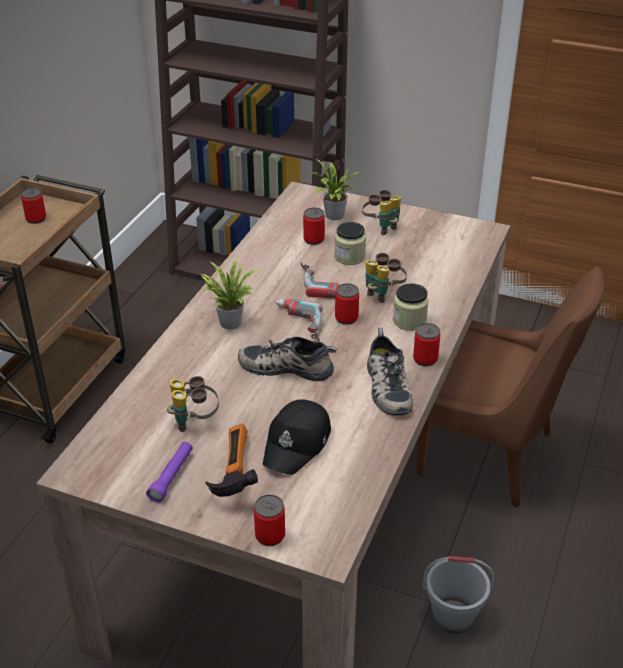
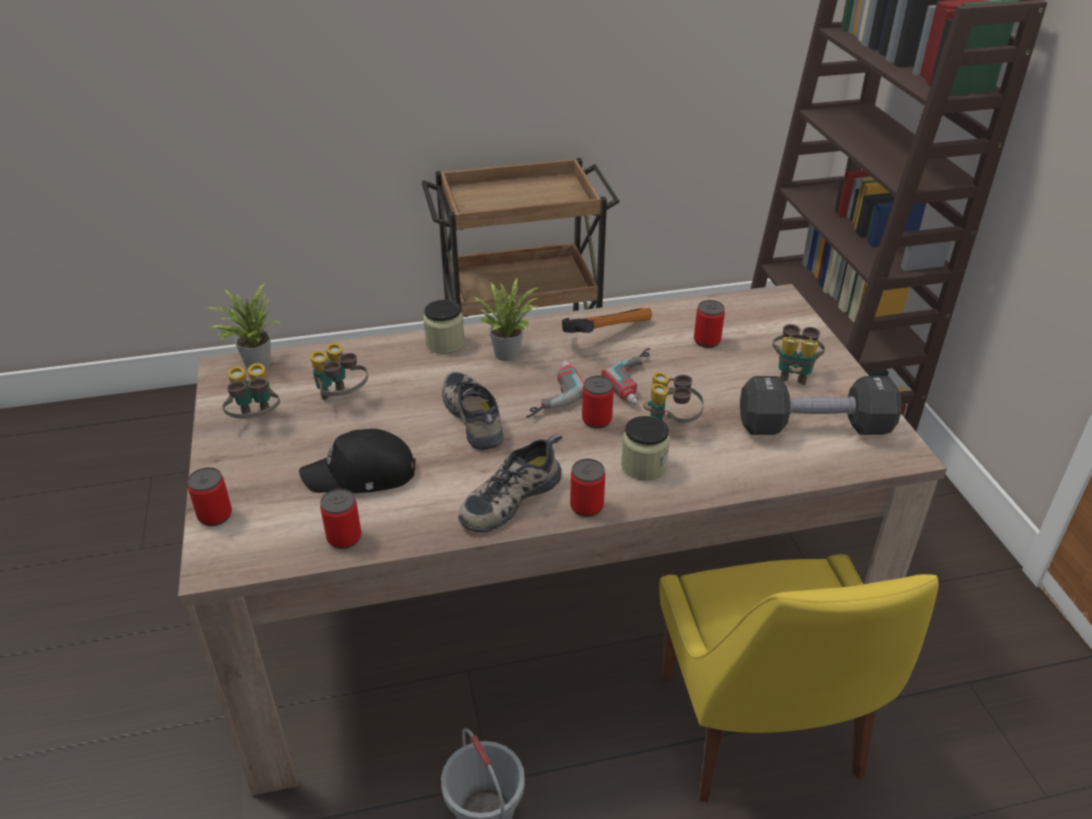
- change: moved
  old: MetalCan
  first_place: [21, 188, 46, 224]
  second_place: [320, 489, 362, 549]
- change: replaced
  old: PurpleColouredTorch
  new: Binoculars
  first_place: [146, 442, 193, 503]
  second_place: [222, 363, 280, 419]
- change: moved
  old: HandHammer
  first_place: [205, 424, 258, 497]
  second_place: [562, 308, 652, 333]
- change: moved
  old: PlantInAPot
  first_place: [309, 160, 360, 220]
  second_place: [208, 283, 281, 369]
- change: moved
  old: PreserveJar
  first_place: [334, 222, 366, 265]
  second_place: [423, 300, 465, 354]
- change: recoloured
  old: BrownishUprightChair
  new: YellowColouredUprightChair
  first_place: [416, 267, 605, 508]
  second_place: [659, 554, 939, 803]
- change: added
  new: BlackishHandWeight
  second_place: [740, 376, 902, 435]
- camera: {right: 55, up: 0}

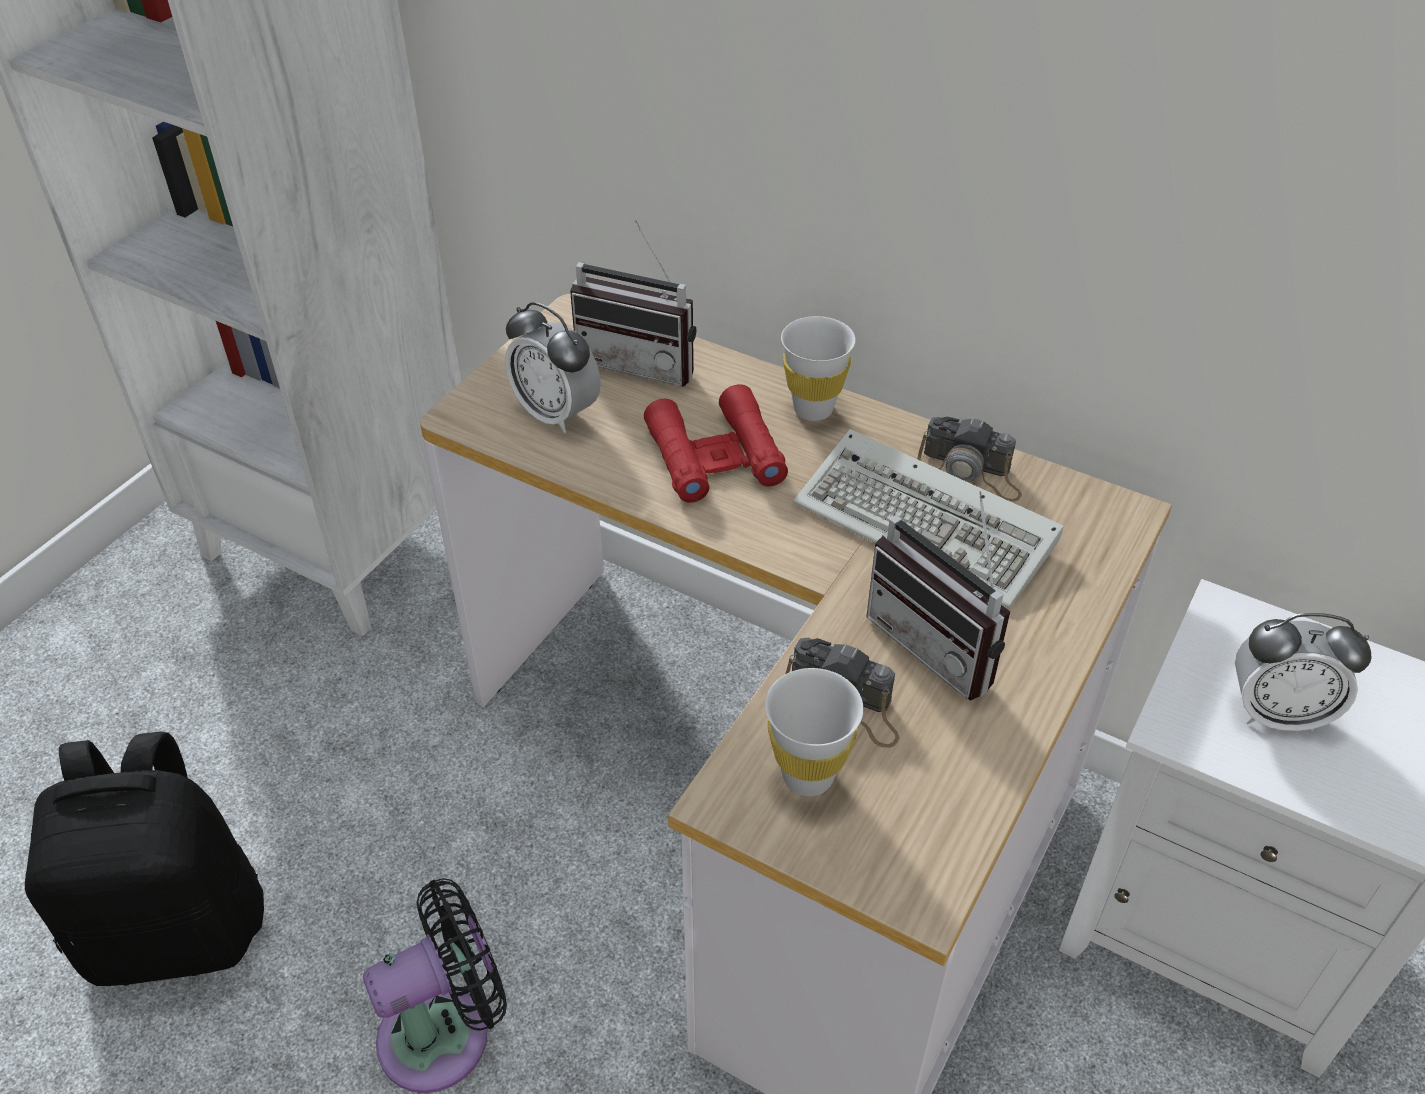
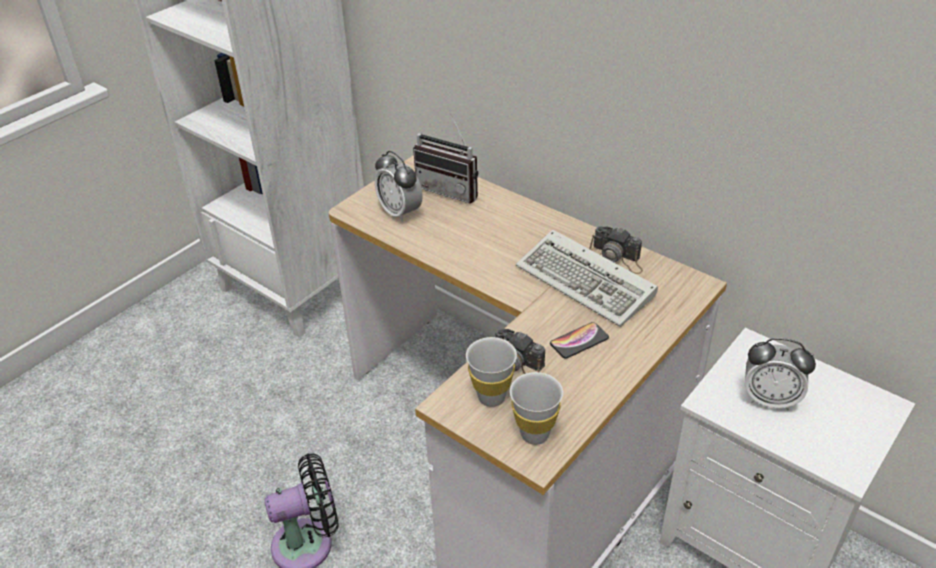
- change: removed
  old: BlackishKnapsack
  first_place: [25, 732, 264, 986]
- change: removed
  old: RedColouredBinoculars
  first_place: [644, 384, 788, 503]
- change: moved
  old: WhiteColouredDrinkingCup
  first_place: [781, 316, 856, 421]
  second_place: [510, 372, 563, 445]
- change: replaced
  old: RadioReceiver
  new: Handset
  first_place: [867, 491, 1011, 701]
  second_place: [550, 322, 609, 359]
- camera: {right: 10, up: -5}

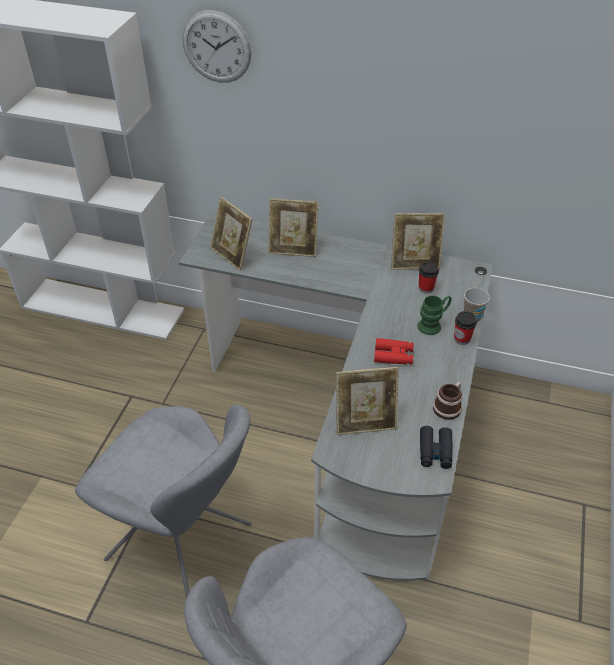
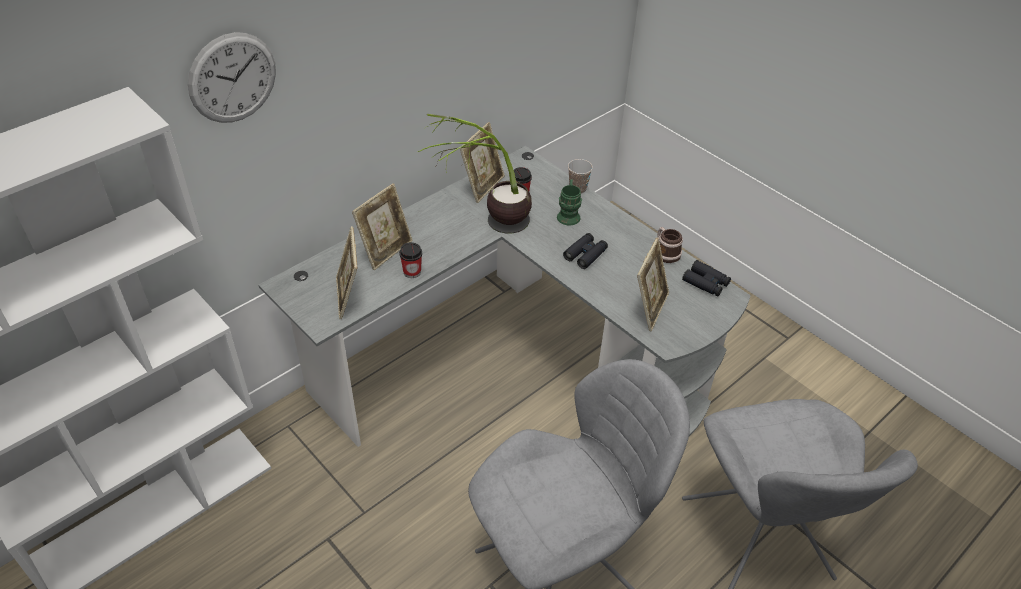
- change: turned
  old: StandingFrame
  first_place: [210, 197, 253, 271]
  second_place: [336, 226, 357, 319]
  degrees: 90
- change: recoloured
  old: RedColouredBinoculars
  new: BlackishBinoculars
  first_place: [374, 338, 414, 365]
  second_place: [563, 233, 608, 269]
- change: moved
  old: DrinkingCup
  first_place: [454, 311, 477, 345]
  second_place: [399, 242, 422, 278]
- change: added
  new: PlantInAPot
  second_place: [418, 114, 532, 233]
- camera: {right: -60, up: 0}

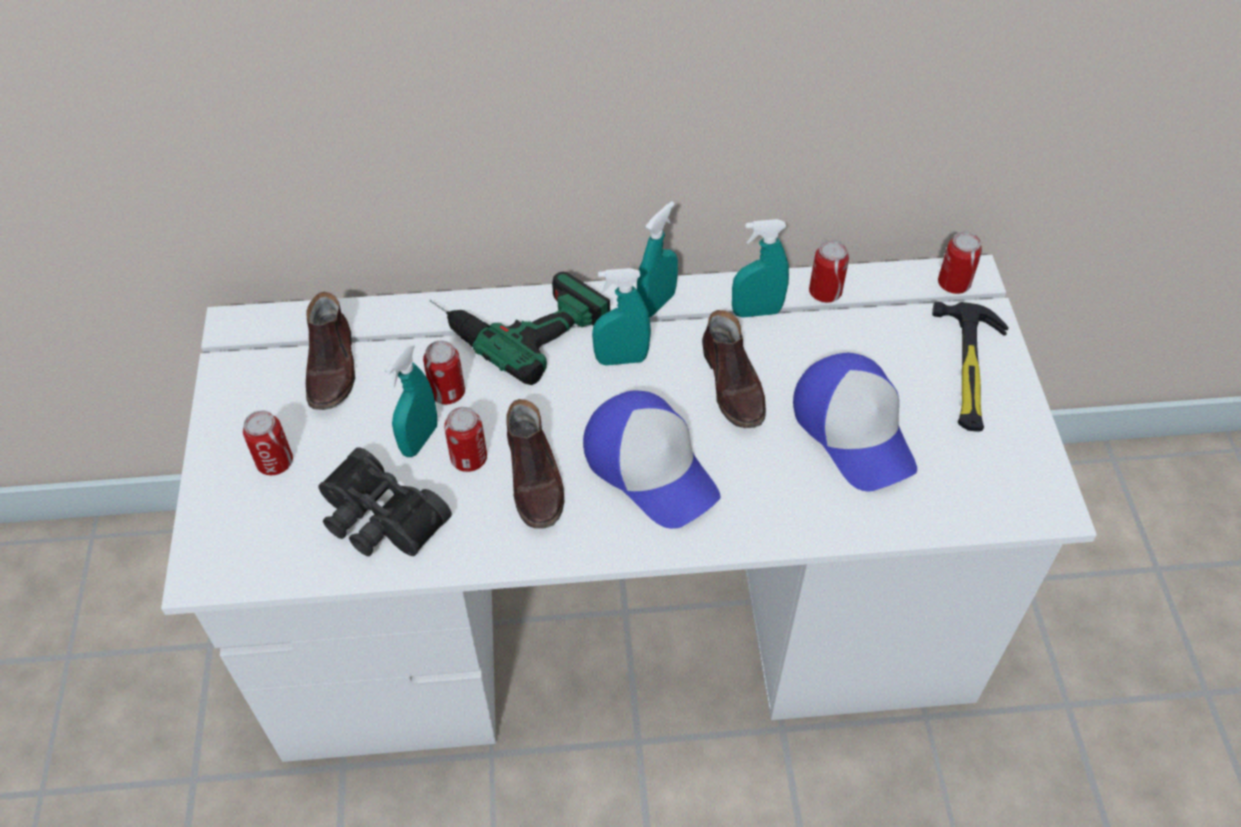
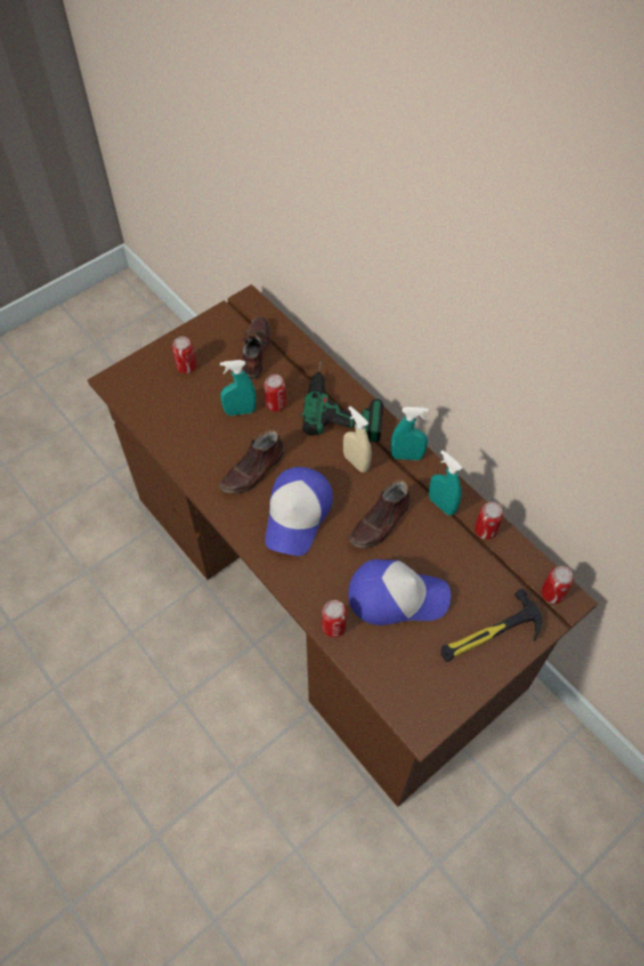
- change: recoloured
  old: WhiteColouredDesk
  new: BrownishDesk
  first_place: [161, 255, 1097, 762]
  second_place: [87, 284, 598, 807]
- change: turned
  old: BrownishLowShoe
  first_place: [306, 292, 355, 410]
  second_place: [242, 316, 270, 380]
  degrees: 135
- change: removed
  old: BlackishBinoculars
  first_place: [318, 447, 452, 556]
- change: moved
  old: MetalCan
  first_place: [444, 407, 487, 472]
  second_place: [322, 600, 347, 638]
- change: recoloured
  old: TurquoiseSprayBottle
  new: BeigeSprayBottle
  first_place: [592, 268, 651, 366]
  second_place: [343, 406, 371, 472]
- change: turned
  old: PeakedCap
  first_place: [793, 353, 917, 491]
  second_place: [348, 559, 451, 625]
  degrees: -120
- camera: {right: 55, up: 5}

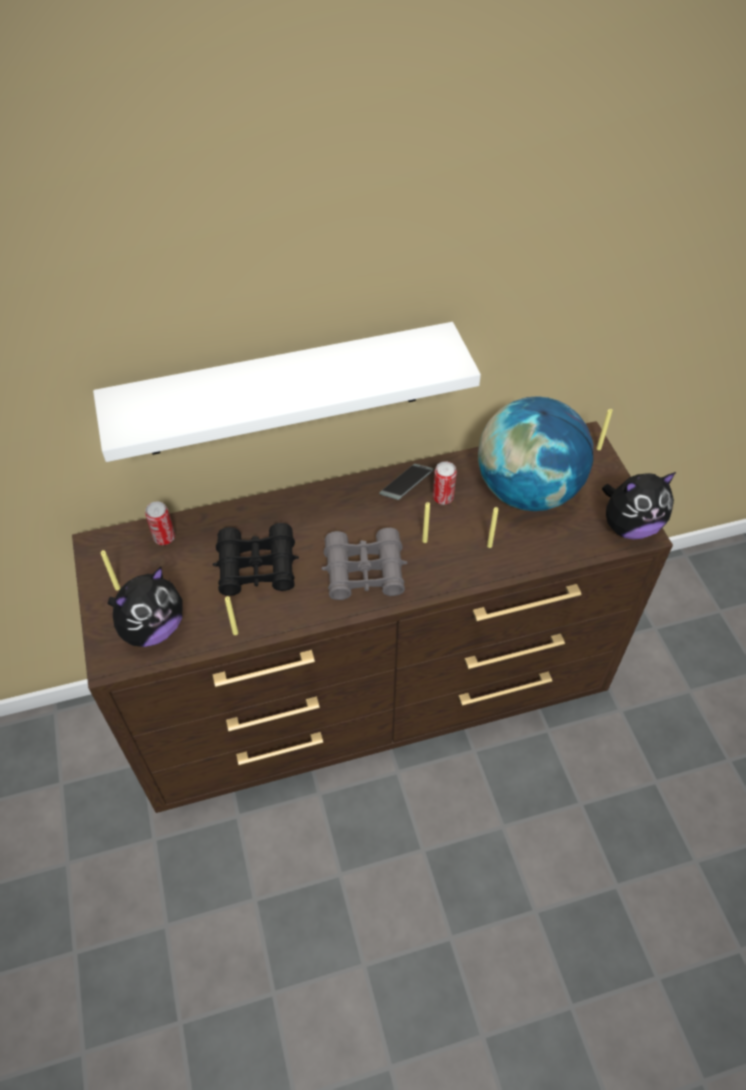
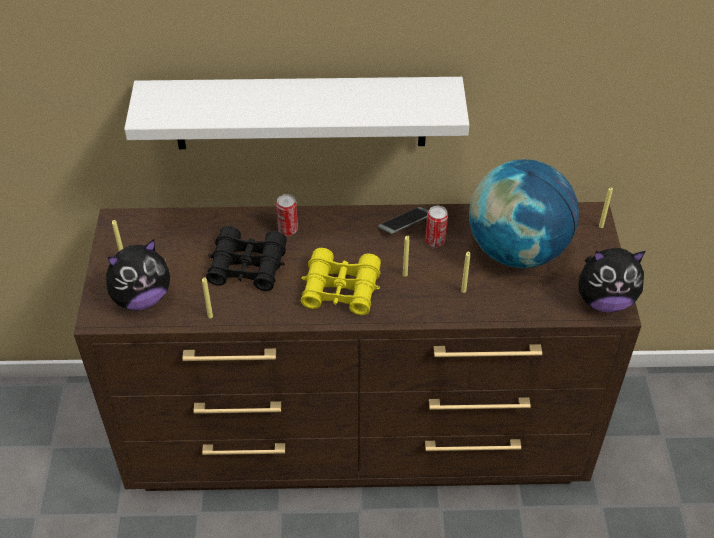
- change: moved
  old: MetalCan
  first_place: [145, 501, 175, 545]
  second_place: [276, 194, 298, 236]
- change: recoloured
  old: GreyishBinoculars
  new: YellowColouredBinoculars
  first_place: [321, 528, 407, 600]
  second_place: [301, 248, 381, 315]
- camera: {right: 15, up: -5}

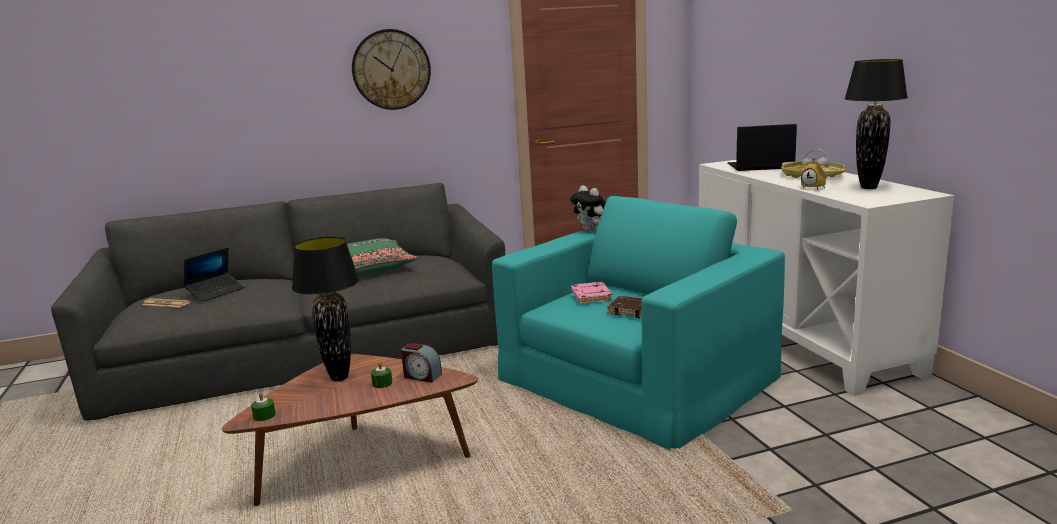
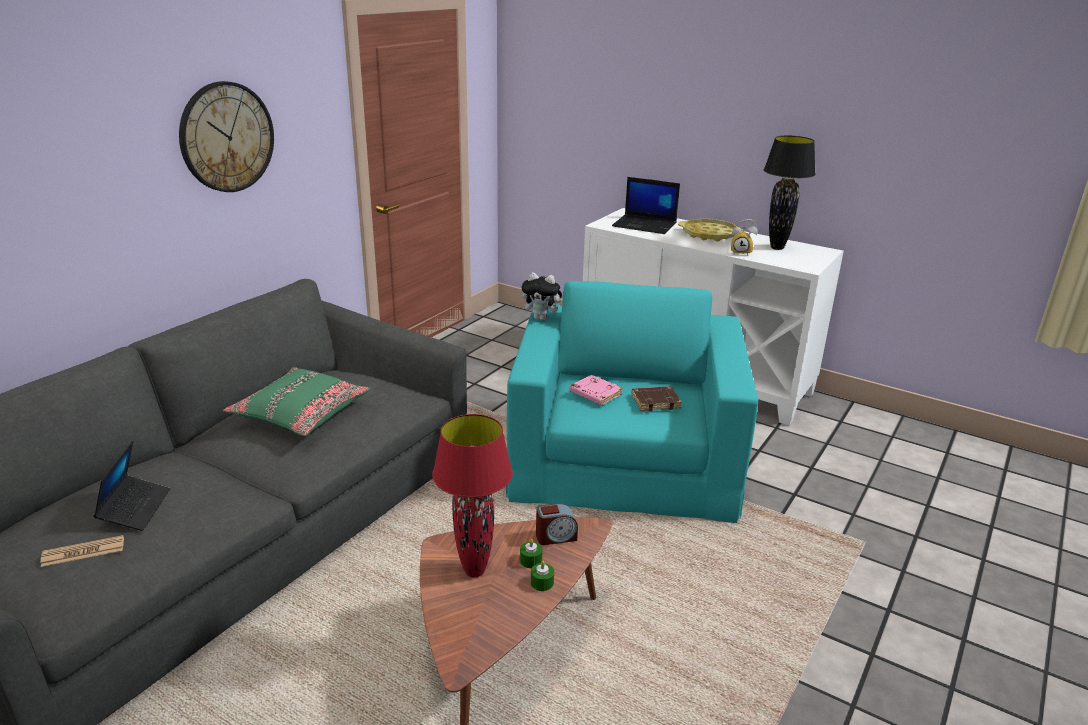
- change: moved
  old: GreenishWaxLight
  first_place: [251, 393, 276, 421]
  second_place: [531, 561, 554, 591]
- change: recoloured
  old: BlackishTabletopLamp
  new: RedColouredTabletopLamp
  first_place: [292, 237, 359, 381]
  second_place: [432, 414, 513, 578]
- change: turned
  old: Laptop
  first_place: [727, 124, 797, 171]
  second_place: [612, 177, 680, 234]
  degrees: -120
- camera: {right: -40, up: 10}

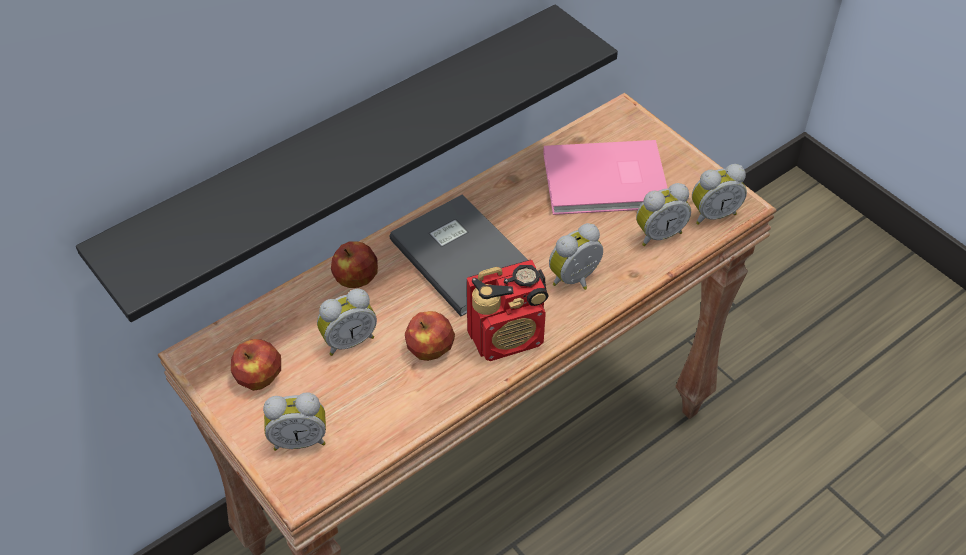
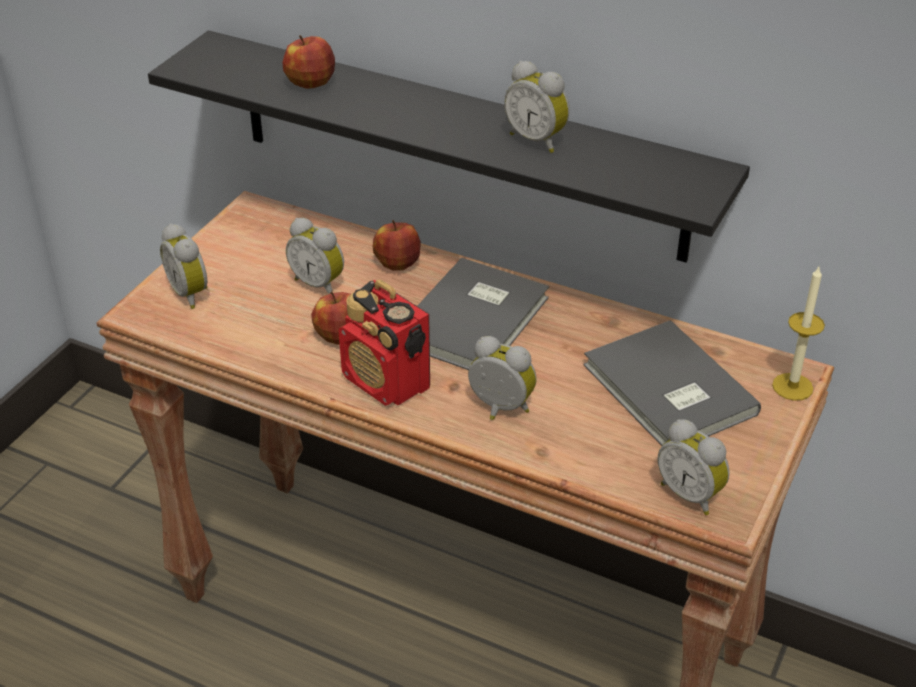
- change: moved
  old: Apple
  first_place: [231, 339, 281, 391]
  second_place: [282, 35, 335, 89]
- change: recoloured
  old: PinkColouredBook
  new: GreyishBook
  first_place: [544, 140, 668, 215]
  second_place: [583, 320, 761, 446]
- change: moved
  old: AlarmClock
  first_place: [636, 183, 691, 246]
  second_place: [504, 61, 569, 153]
- change: added
  new: WaxLight
  second_place: [772, 265, 825, 401]
- camera: {right: 65, up: -10}

